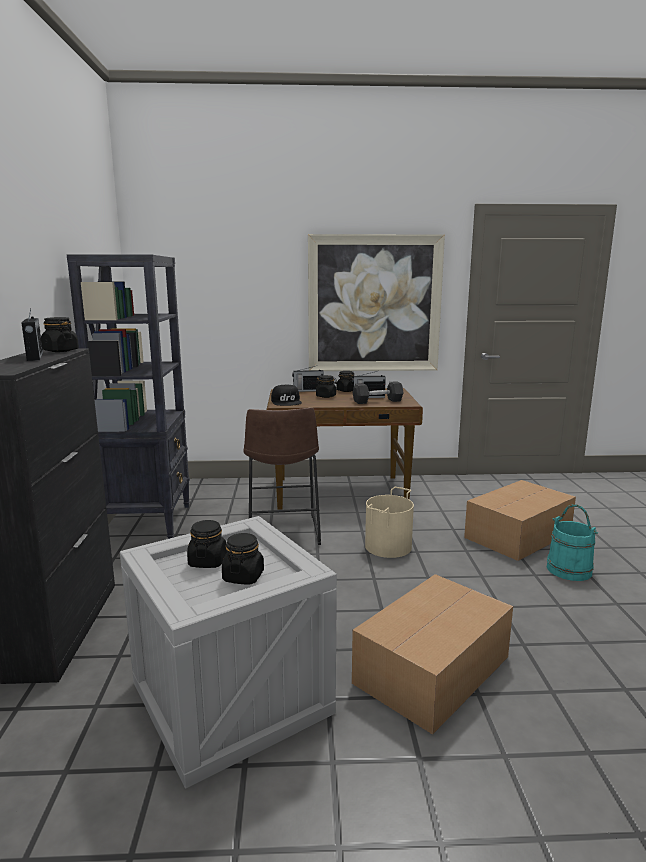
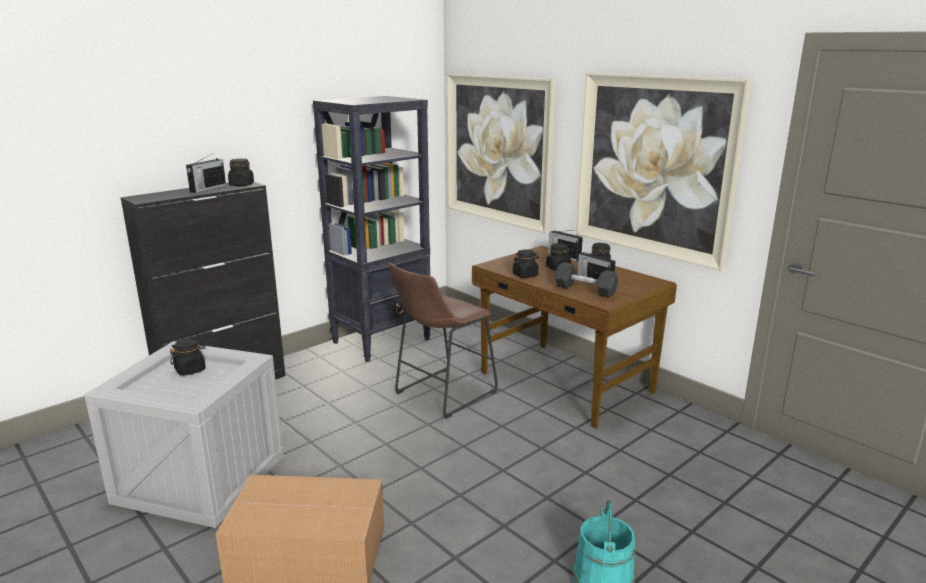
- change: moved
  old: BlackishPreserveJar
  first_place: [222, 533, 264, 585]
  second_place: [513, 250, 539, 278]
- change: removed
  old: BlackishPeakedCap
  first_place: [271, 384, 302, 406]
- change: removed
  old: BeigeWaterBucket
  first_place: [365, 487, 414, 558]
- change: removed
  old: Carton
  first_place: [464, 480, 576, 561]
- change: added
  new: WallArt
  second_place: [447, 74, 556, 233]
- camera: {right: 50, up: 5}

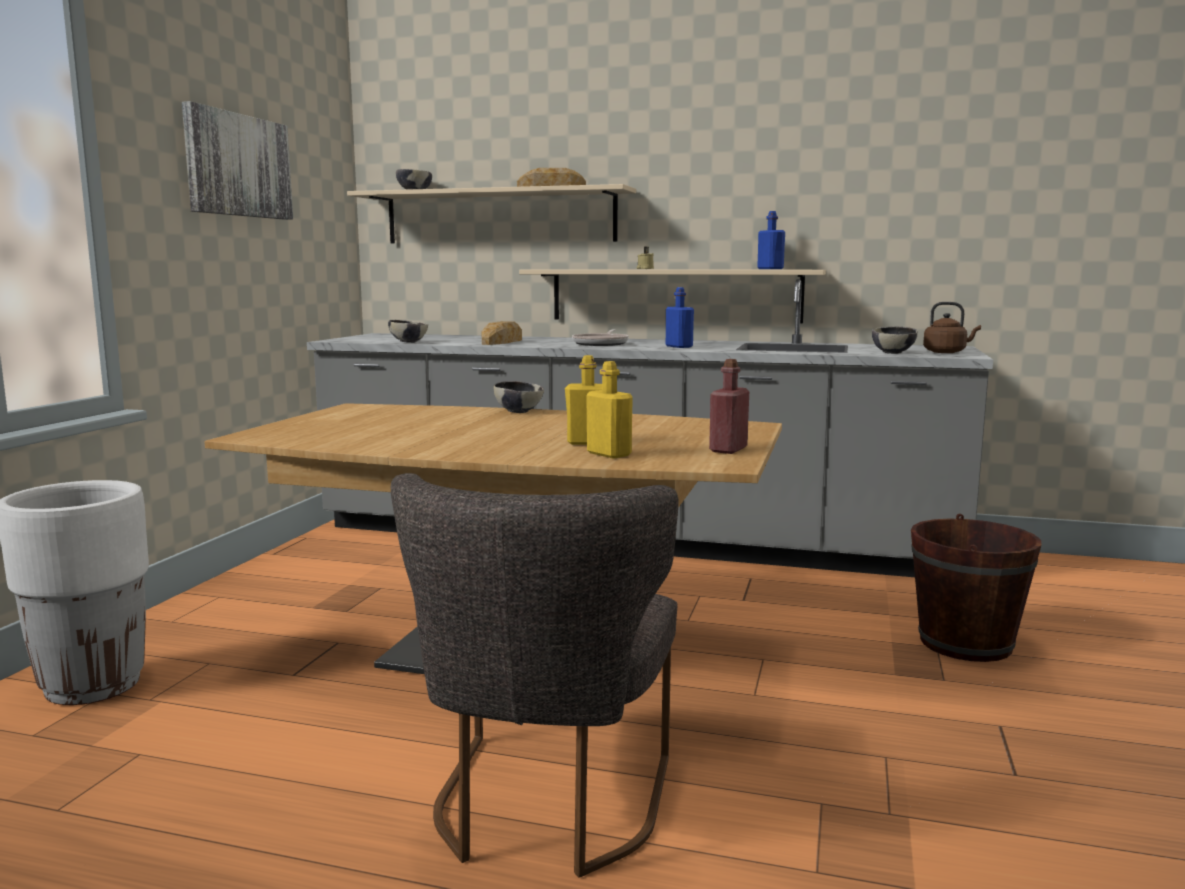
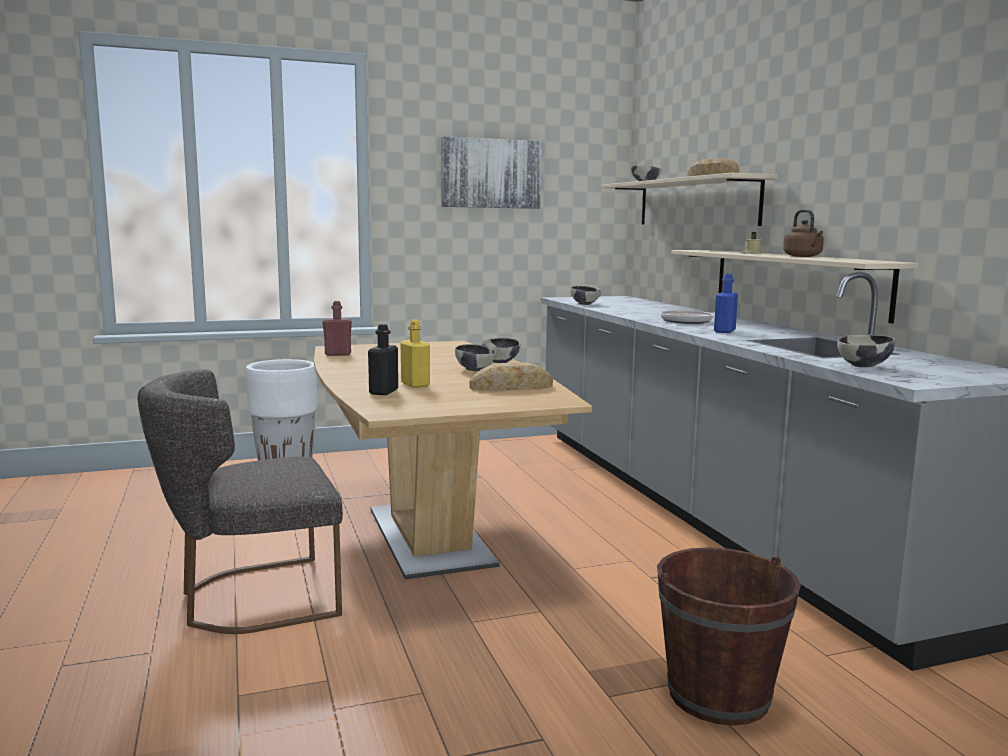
- change: moved
  old: BakeryBread
  first_place: [482, 321, 522, 345]
  second_place: [470, 362, 553, 391]
- change: recoloured
  old: YellowColouredBottle
  new: BlackishBottle
  first_place: [586, 361, 633, 458]
  second_place: [368, 324, 398, 395]
- change: moved
  old: RedColouredBottle
  first_place: [709, 359, 749, 454]
  second_place: [322, 301, 352, 356]
- change: removed
  old: BlueBottle
  first_place: [757, 211, 785, 269]
- change: moved
  old: BrownishTeaKettle
  first_place: [923, 302, 981, 353]
  second_place: [783, 209, 824, 257]
- change: added
  new: DeepDish
  second_place: [455, 344, 496, 371]
- camera: {right: 55, up: 0}

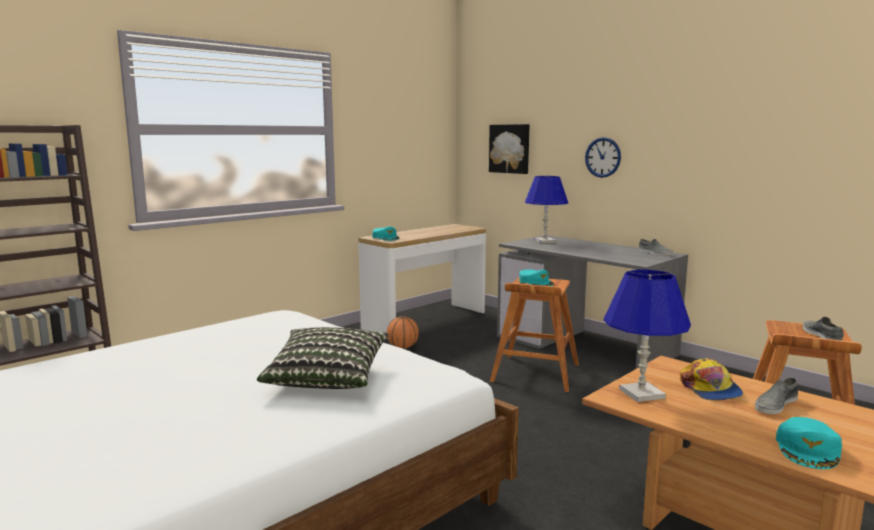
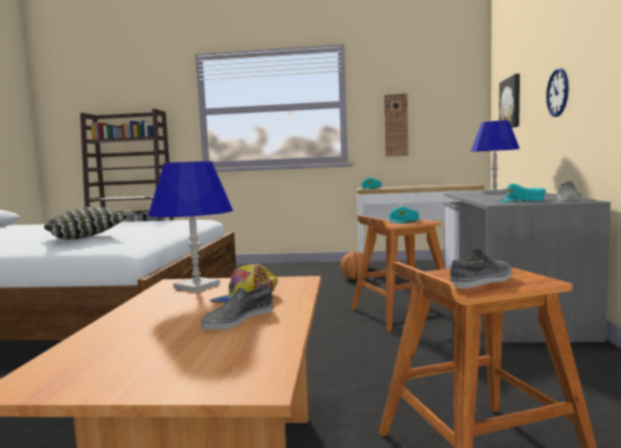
- change: turned
  old: GreyishLowShoe
  first_place: [755, 377, 798, 414]
  second_place: [201, 285, 273, 330]
  degrees: -60
- change: moved
  old: TurquoisePeakedCap
  first_place: [776, 417, 842, 469]
  second_place: [498, 184, 546, 203]
- change: added
  new: WallClock
  second_place: [384, 93, 408, 157]
- camera: {right: 50, up: -5}

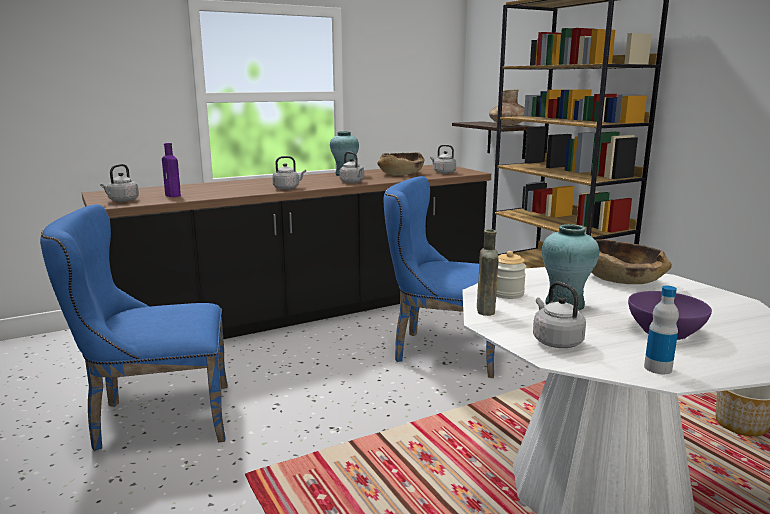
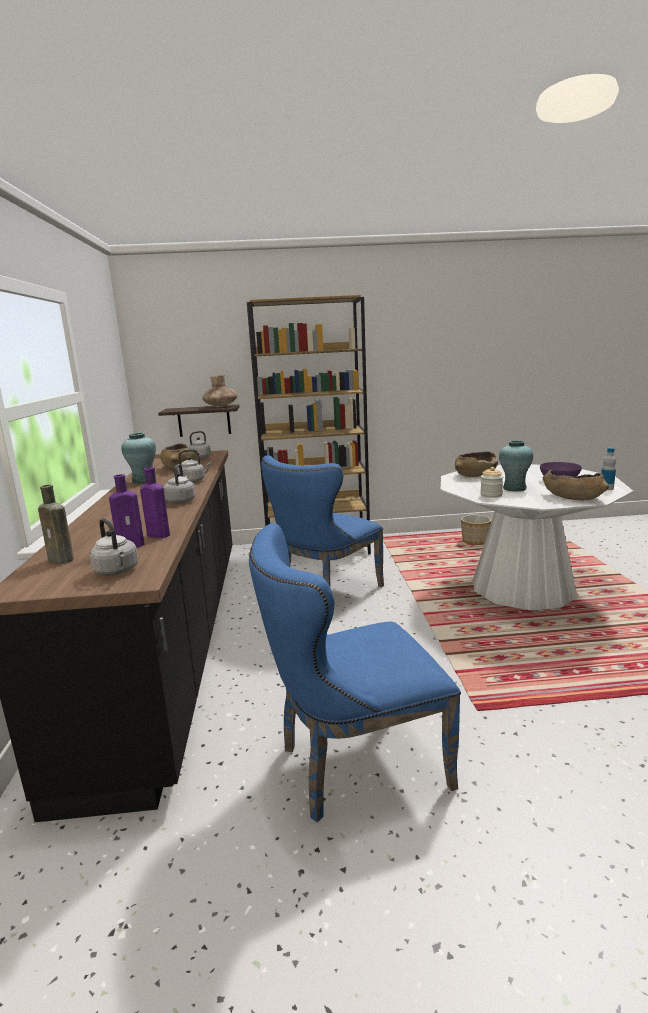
- change: turned
  old: BlueUprightChair
  first_place: [40, 204, 228, 451]
  second_place: [249, 523, 461, 822]
  degrees: 60
- change: moved
  old: BrownishBottle
  first_place: [477, 229, 499, 316]
  second_place: [38, 485, 74, 564]
- change: replaced
  old: GreyishTeaKettle
  new: BrownishDeepDish
  first_place: [533, 282, 586, 348]
  second_place: [543, 470, 609, 500]
- change: added
  new: PurpleColouredBottle
  second_place: [140, 467, 170, 538]
- camera: {right: -65, up: 0}

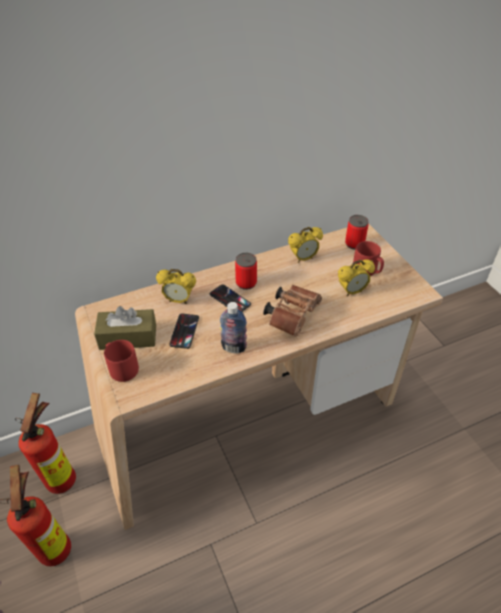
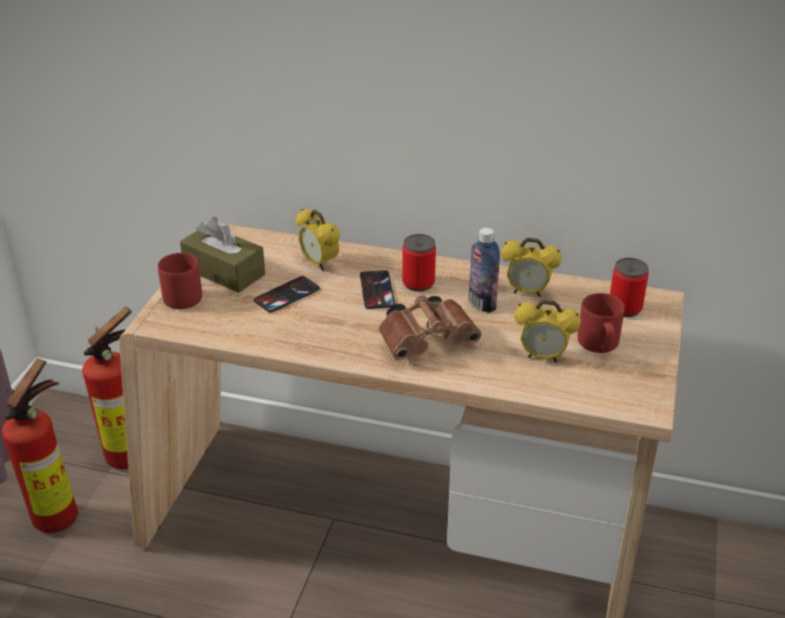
- change: moved
  old: Bottle
  first_place: [220, 302, 247, 353]
  second_place: [469, 228, 500, 313]
- camera: {right: 40, up: -10}

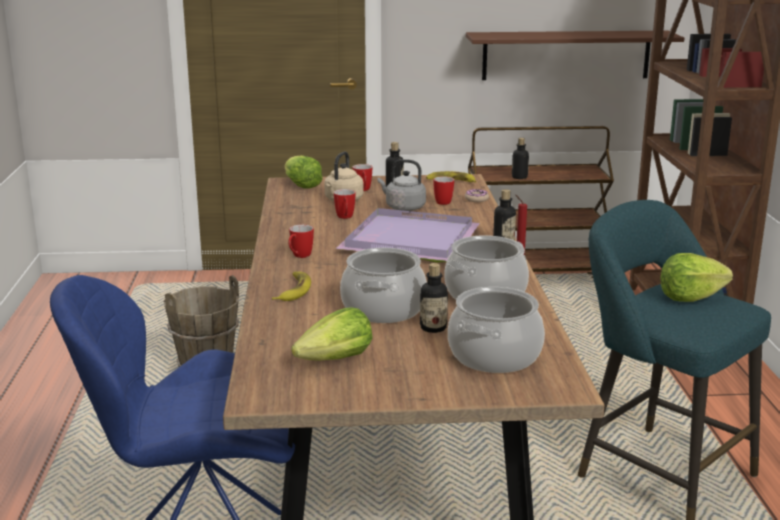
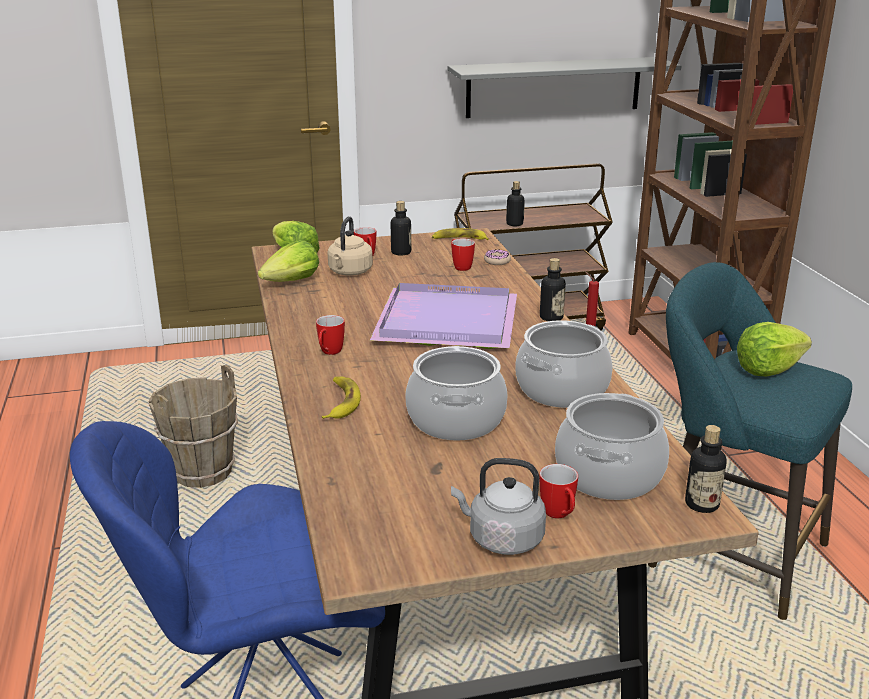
- change: moved
  old: HeadOfLettuce
  first_place: [291, 307, 373, 361]
  second_place: [258, 240, 319, 282]
- change: moved
  old: TeaMug
  first_place: [334, 189, 355, 219]
  second_place: [540, 464, 578, 518]
- change: moved
  old: GreyishTeaKettle
  first_place: [378, 159, 426, 211]
  second_place: [451, 458, 546, 555]
- change: moved
  old: Bottle
  first_place: [420, 263, 448, 333]
  second_place: [685, 425, 727, 513]
- change: recoloured
  old: BrownishWallShelf
  new: GreyishWallShelf
  first_place: [466, 31, 684, 80]
  second_place: [447, 57, 681, 118]
- camera: {right: -10, up: 5}

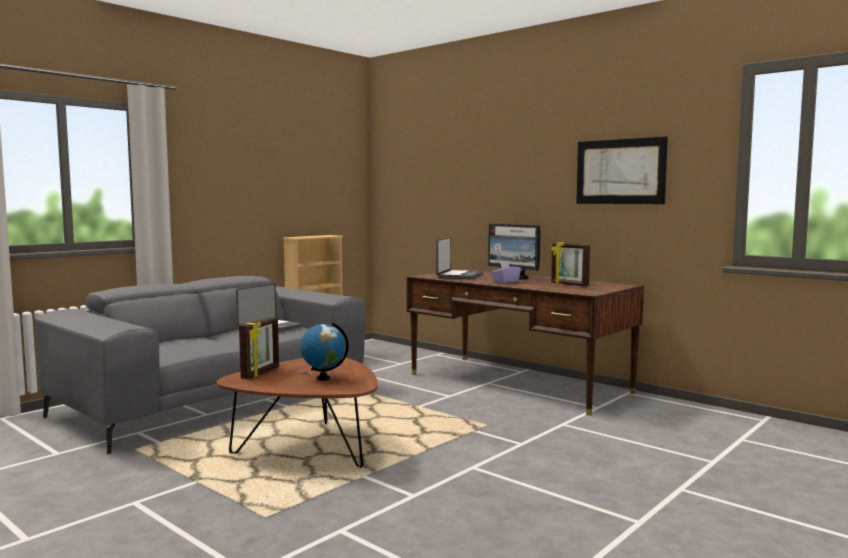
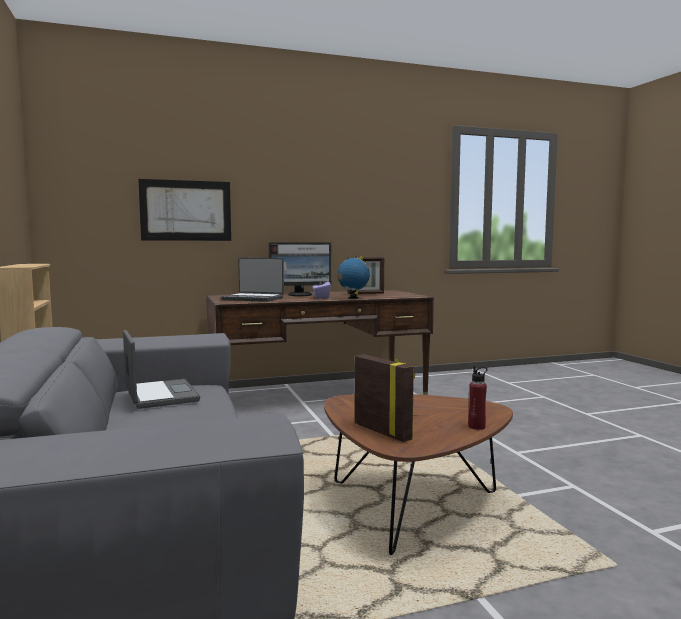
- change: moved
  old: WorldGlobe
  first_place: [300, 322, 349, 381]
  second_place: [337, 256, 370, 299]
- change: turned
  old: Laptop
  first_place: [436, 237, 483, 280]
  second_place: [221, 258, 284, 302]
  degrees: 150
- change: moved
  old: WallArt
  first_place: [576, 137, 668, 204]
  second_place: [138, 179, 231, 241]
- change: added
  new: RedColouredBottle
  second_place: [468, 366, 488, 430]
- camera: {right: -60, up: 0}

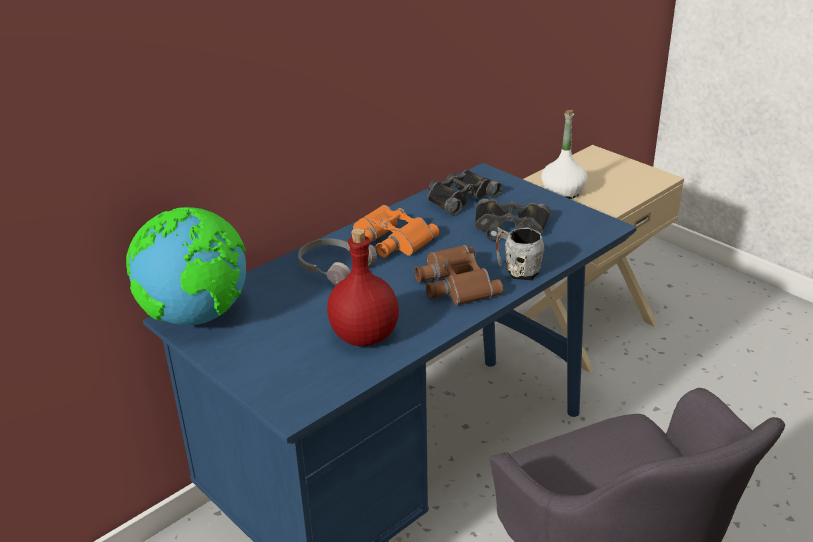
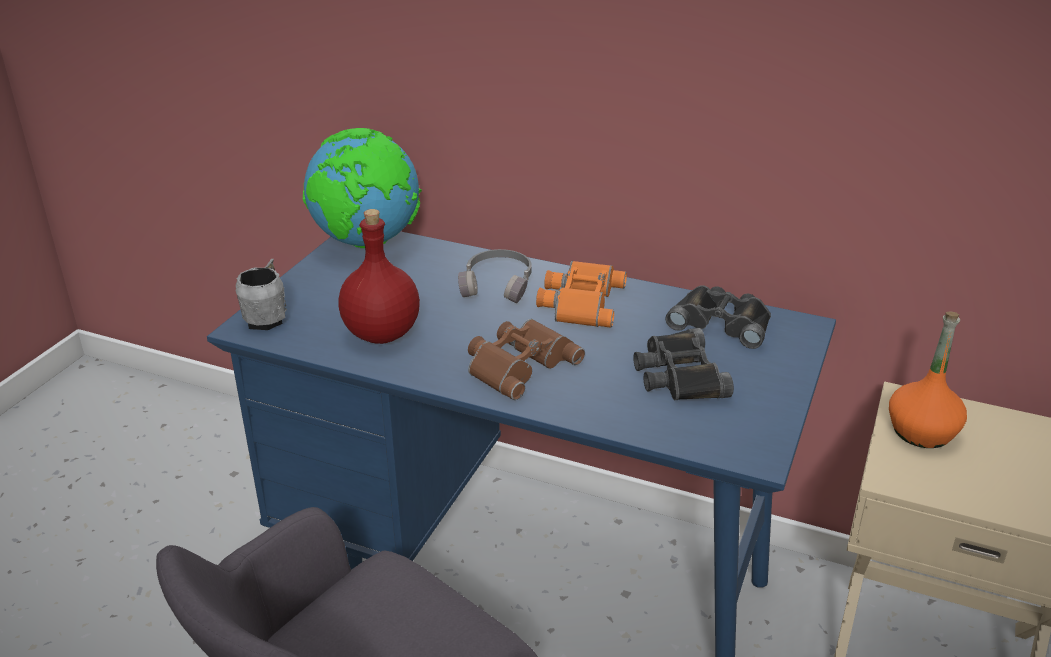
- change: moved
  old: GreyishTeaMug
  first_place: [496, 227, 544, 280]
  second_place: [236, 259, 287, 330]
- change: recoloured
  old: WhiteColouredBottle
  new: OrangeBottle
  first_place: [541, 110, 588, 199]
  second_place: [889, 311, 967, 448]
- camera: {right: 65, up: 0}

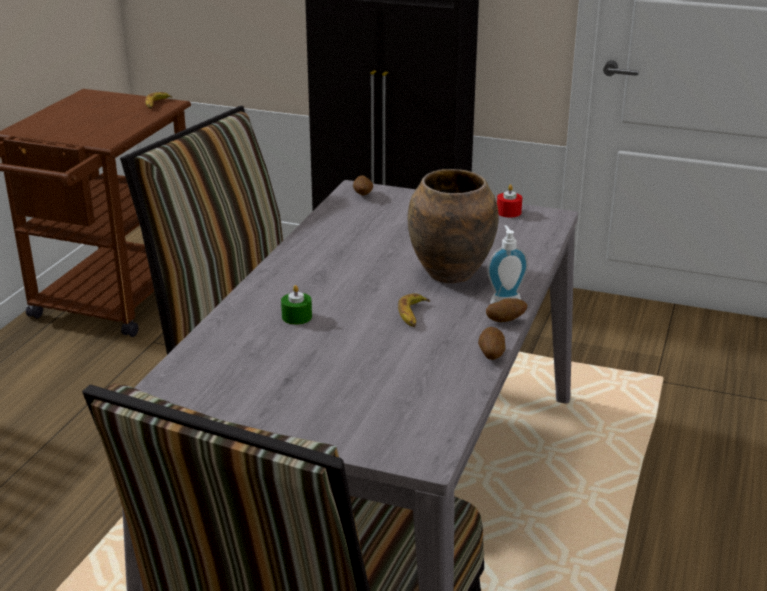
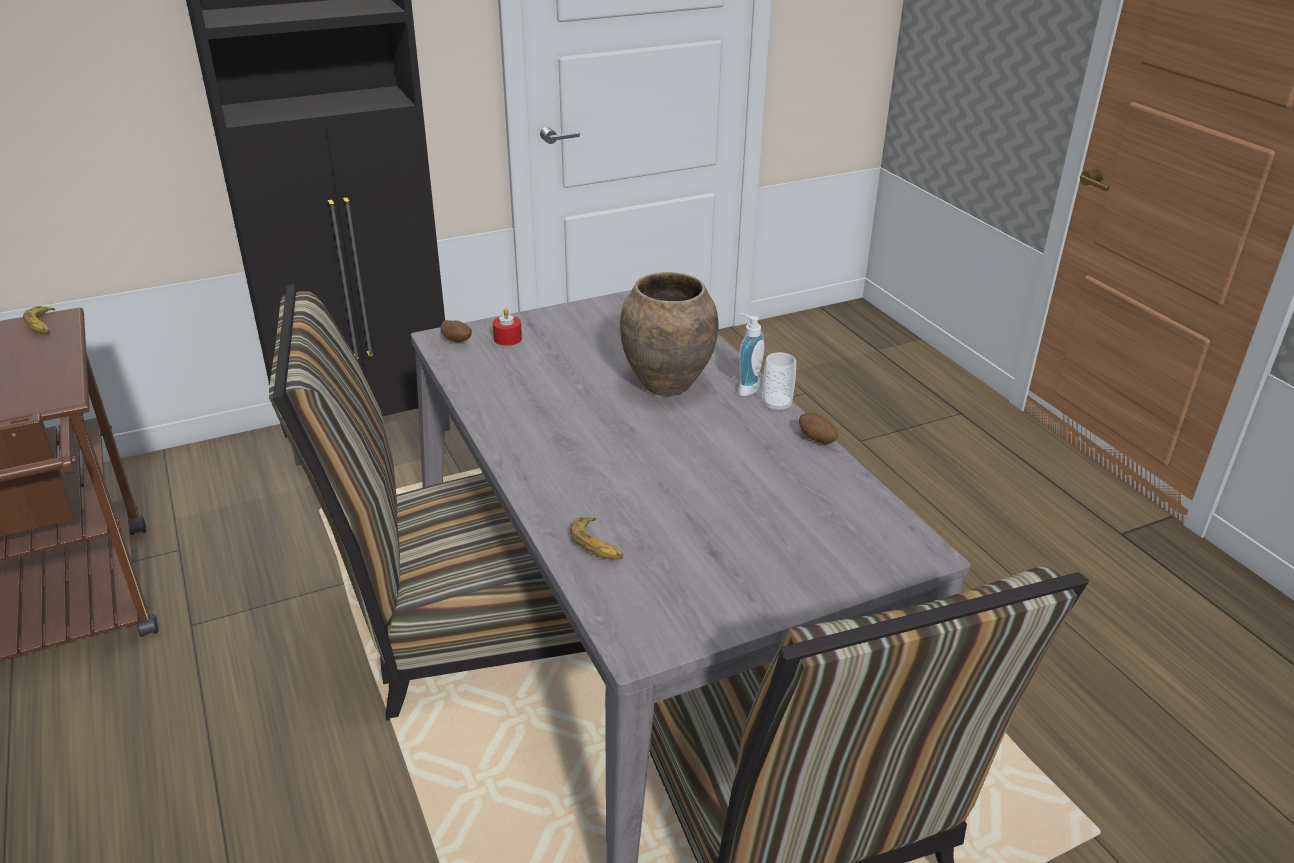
- change: removed
  old: GreenishWaxLight
  first_place: [281, 285, 312, 325]
- change: moved
  old: WholeBanana
  first_place: [398, 293, 430, 327]
  second_place: [570, 517, 623, 560]
- change: replaced
  old: Spud
  new: DrinkingCup
  first_place: [486, 298, 527, 322]
  second_place: [763, 352, 796, 412]
- change: moved
  old: RedColouredWaxLight
  first_place: [497, 184, 522, 218]
  second_place: [492, 308, 522, 346]
- camera: {right: -45, up: 5}

